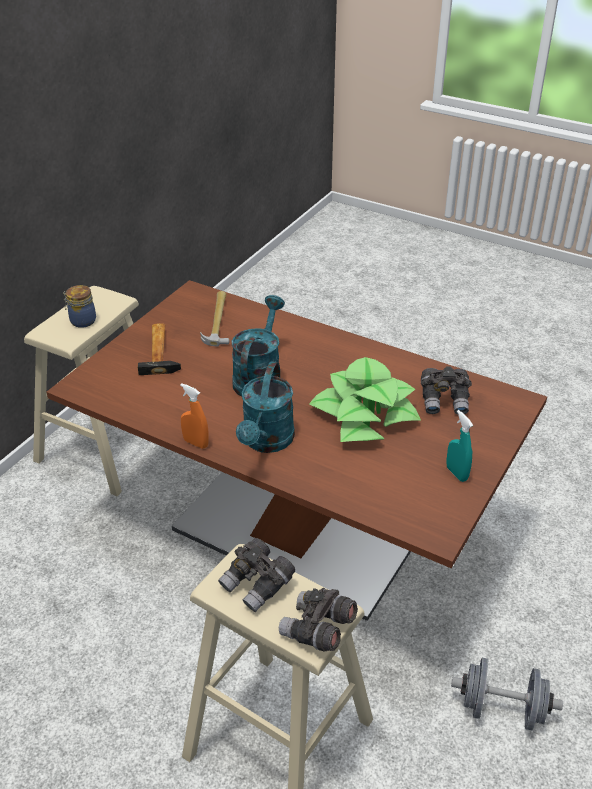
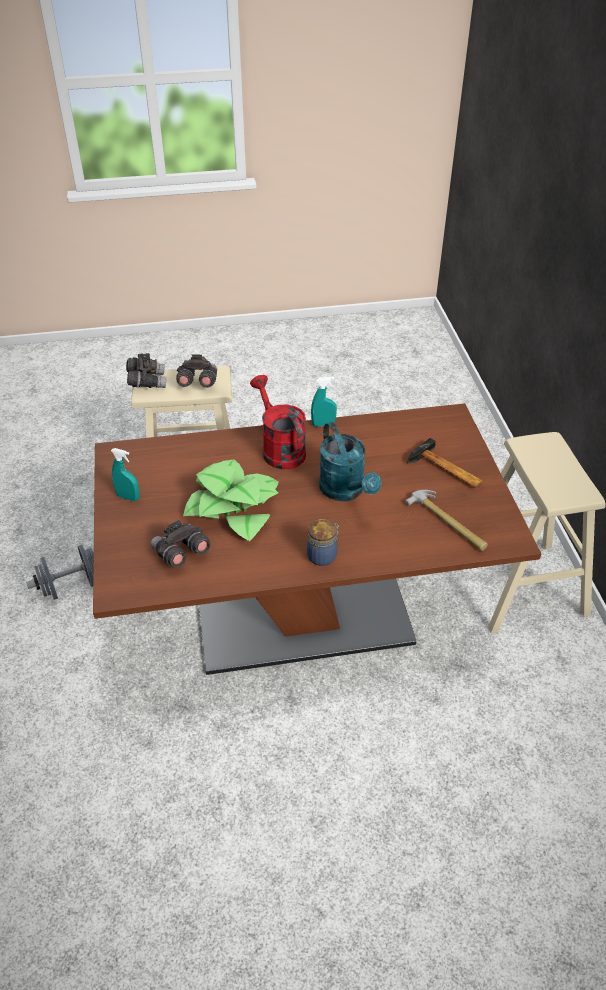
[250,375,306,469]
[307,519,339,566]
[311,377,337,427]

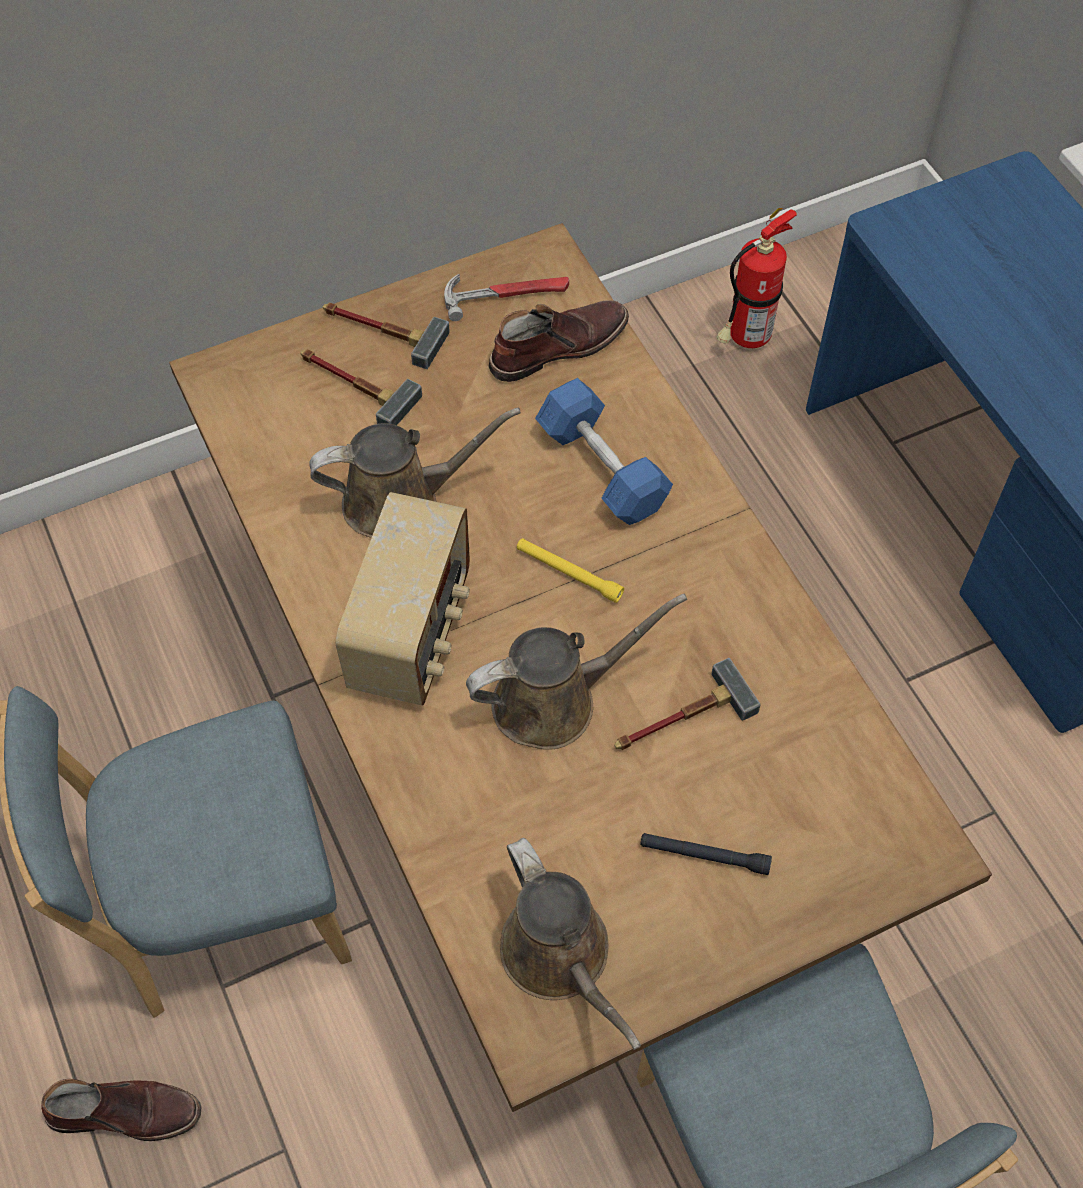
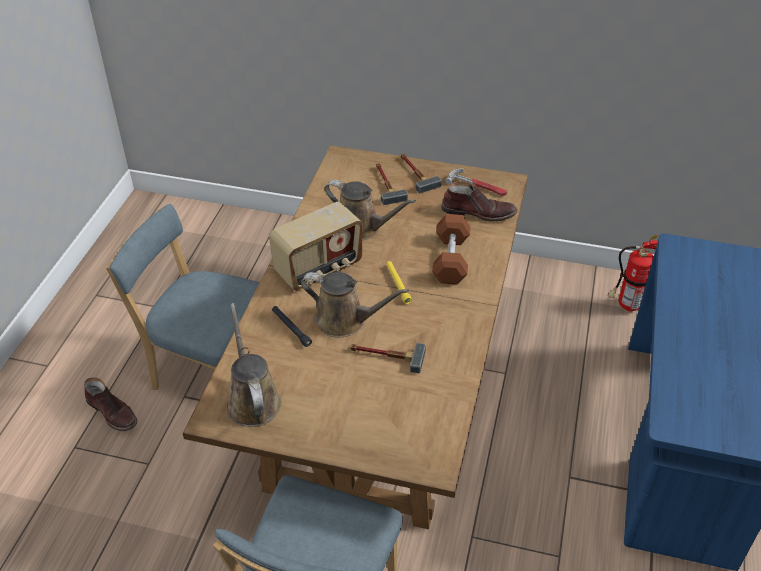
[227,303,281,427]
[272,306,312,347]
[432,214,470,285]

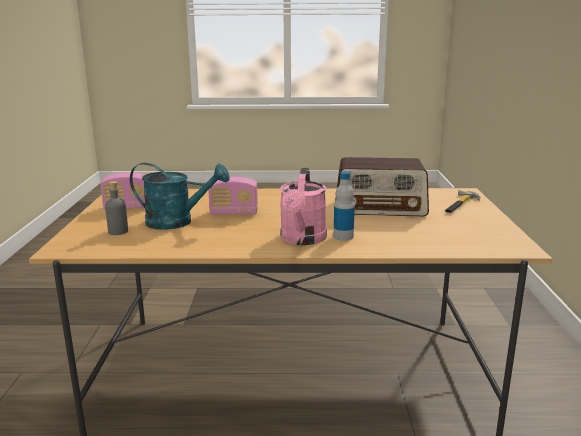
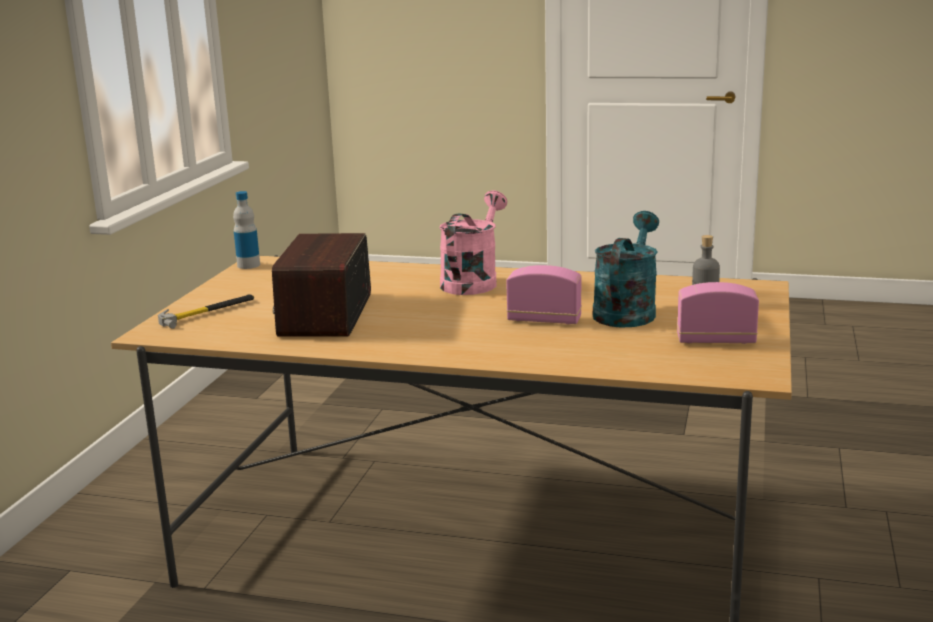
[233,191,260,269]
[272,233,371,337]
[592,211,659,328]

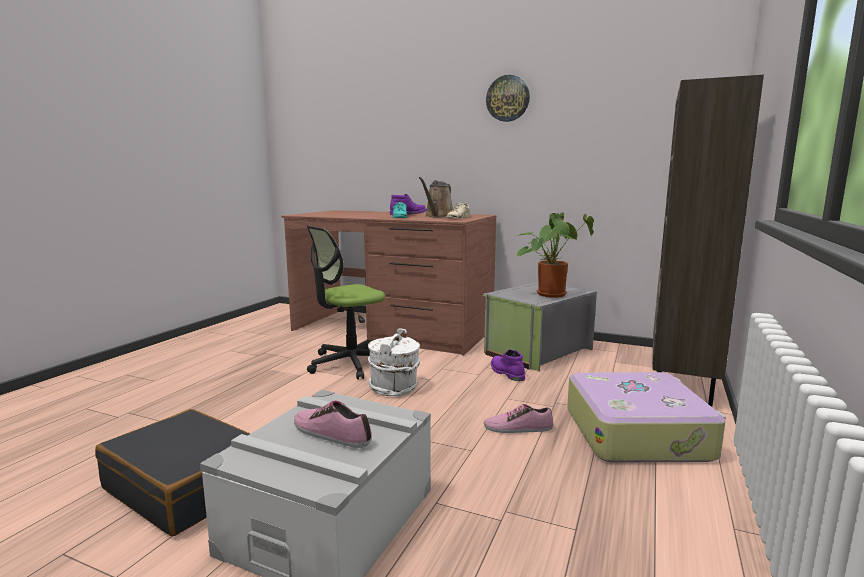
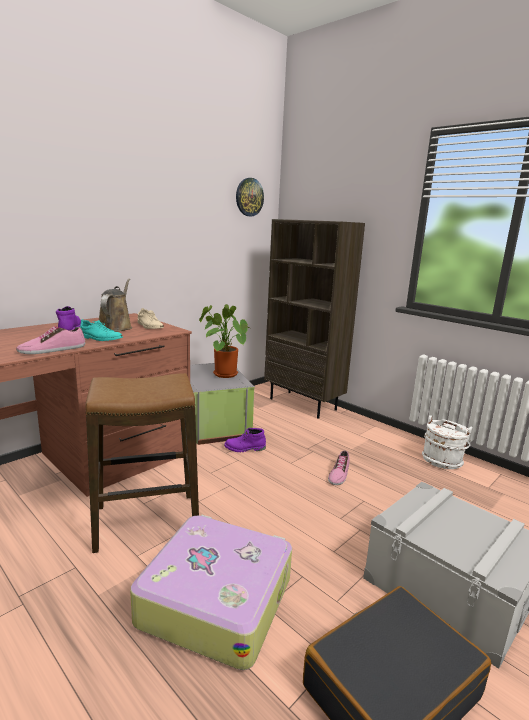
[16,326,85,354]
[85,373,199,553]
[99,279,132,332]
[130,515,292,670]
[236,178,264,216]
[422,415,473,469]

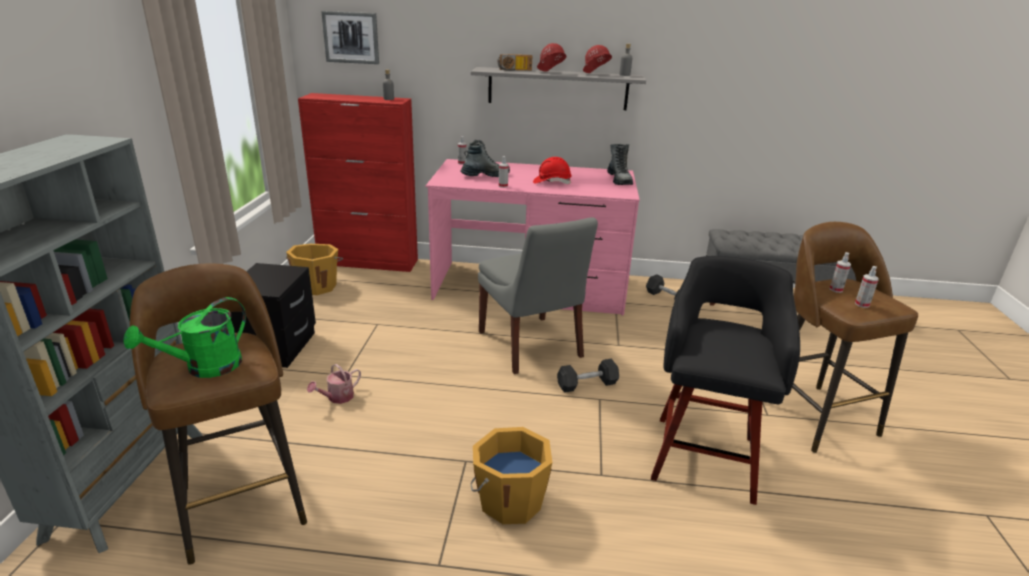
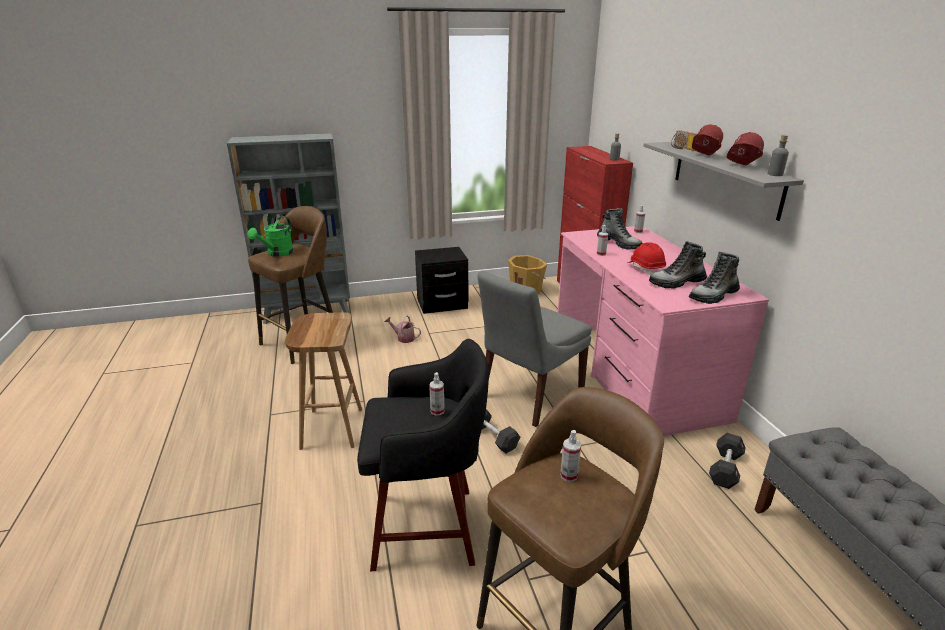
[248,216,294,257]
[285,312,362,450]
[429,372,445,416]
[649,241,707,289]
[321,11,379,64] (first image)

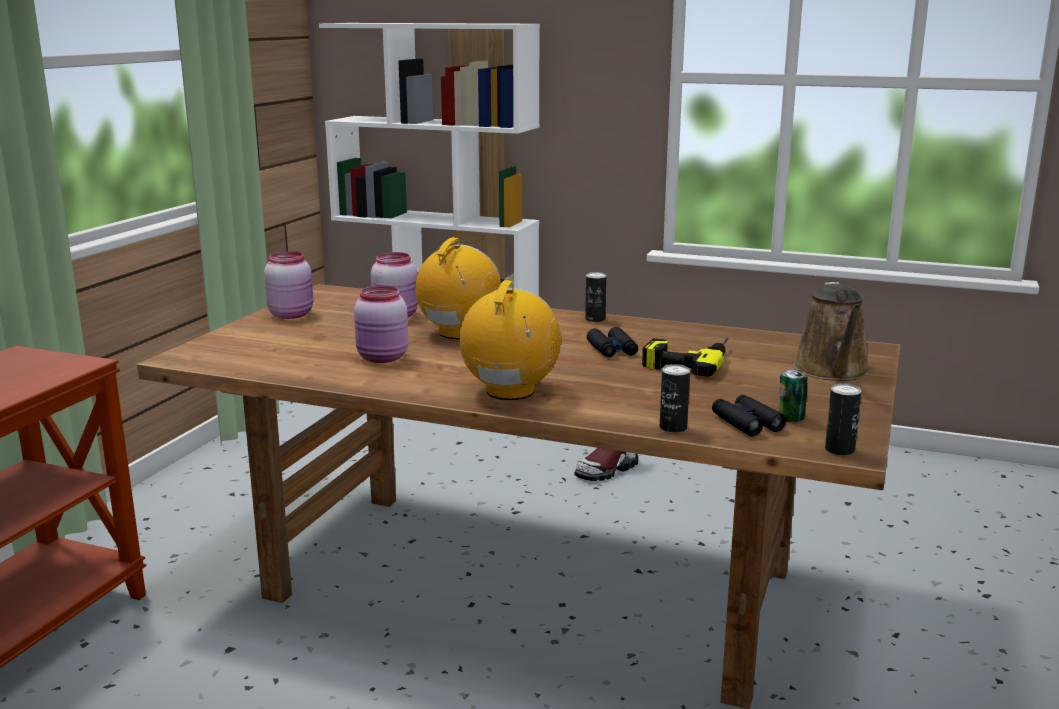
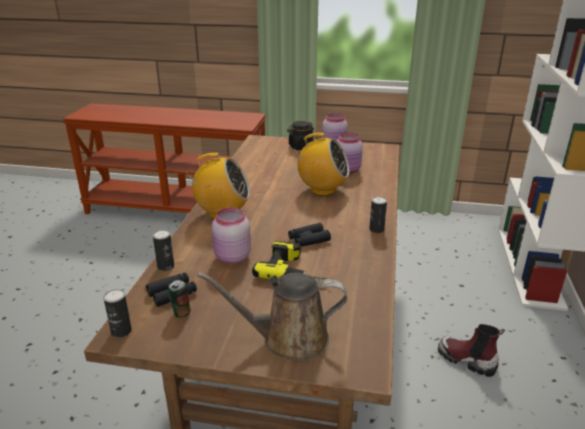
[212,207,251,264]
[287,121,315,150]

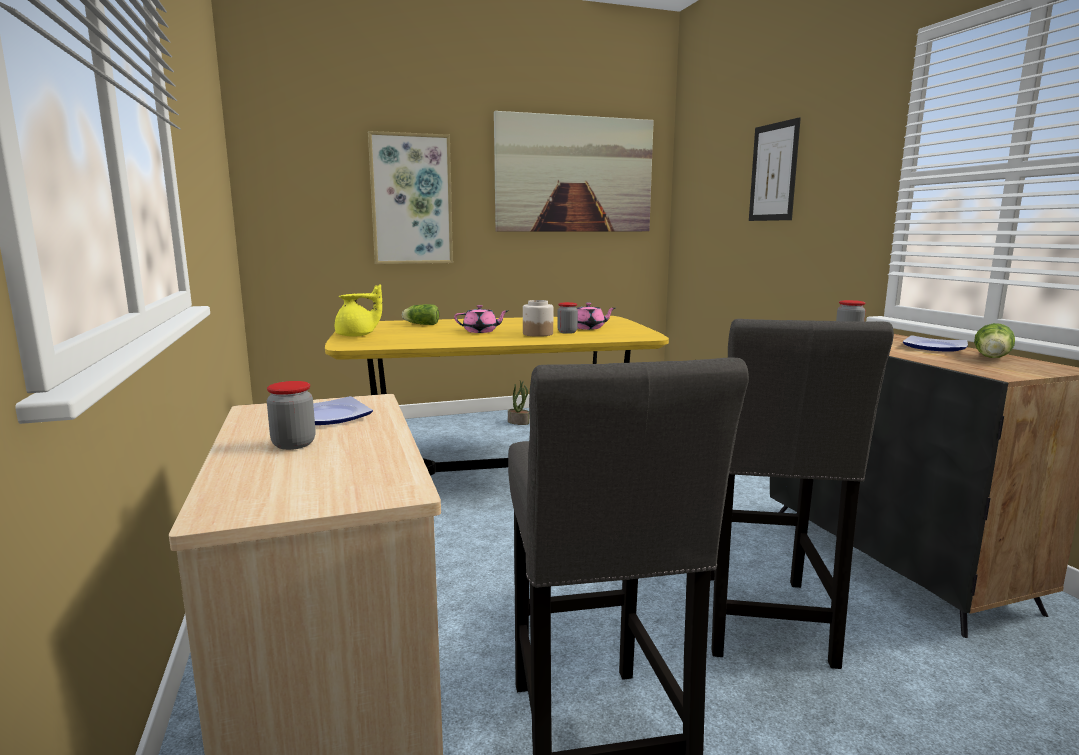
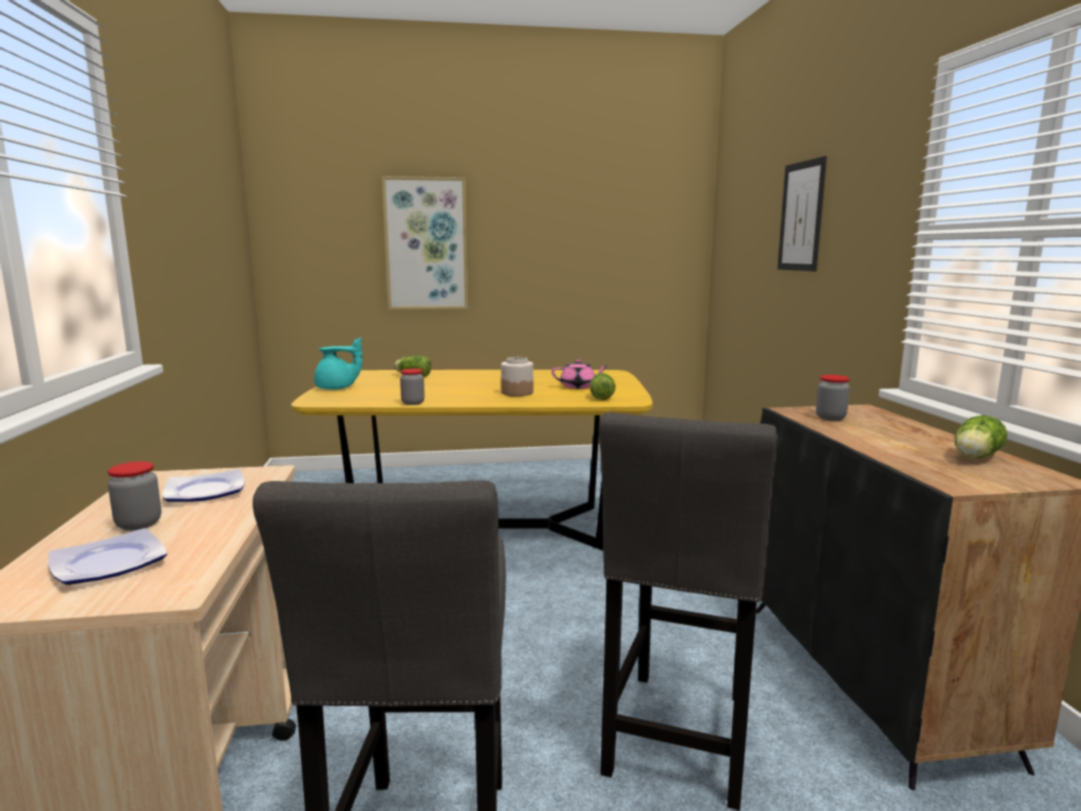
[48,528,167,585]
[314,337,362,390]
[400,369,425,405]
[590,373,615,400]
[454,305,509,333] (first image)
[494,111,654,232] (first image)
[508,381,530,425] (first image)

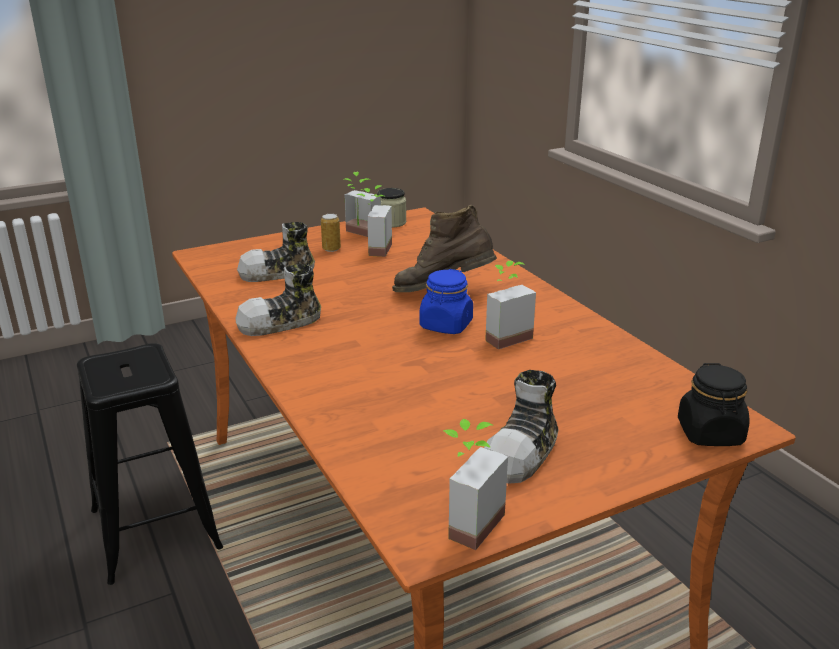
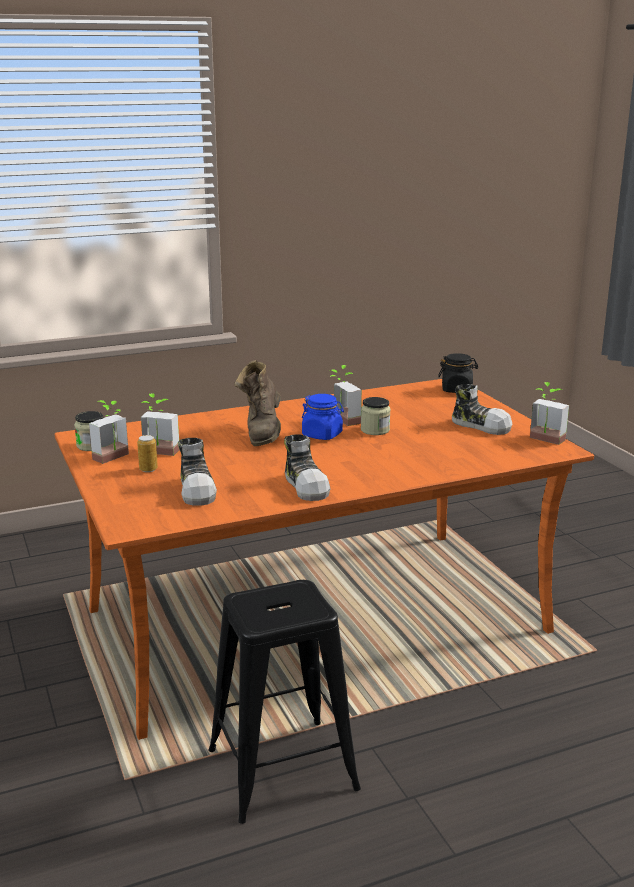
[361,397,391,435]

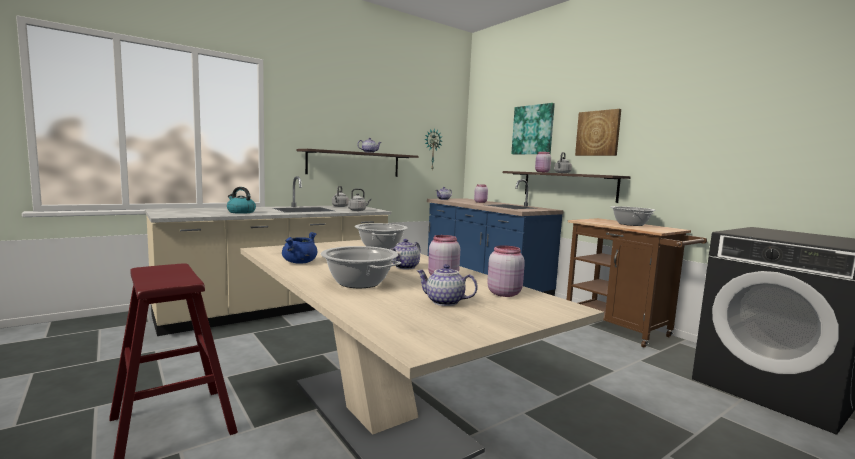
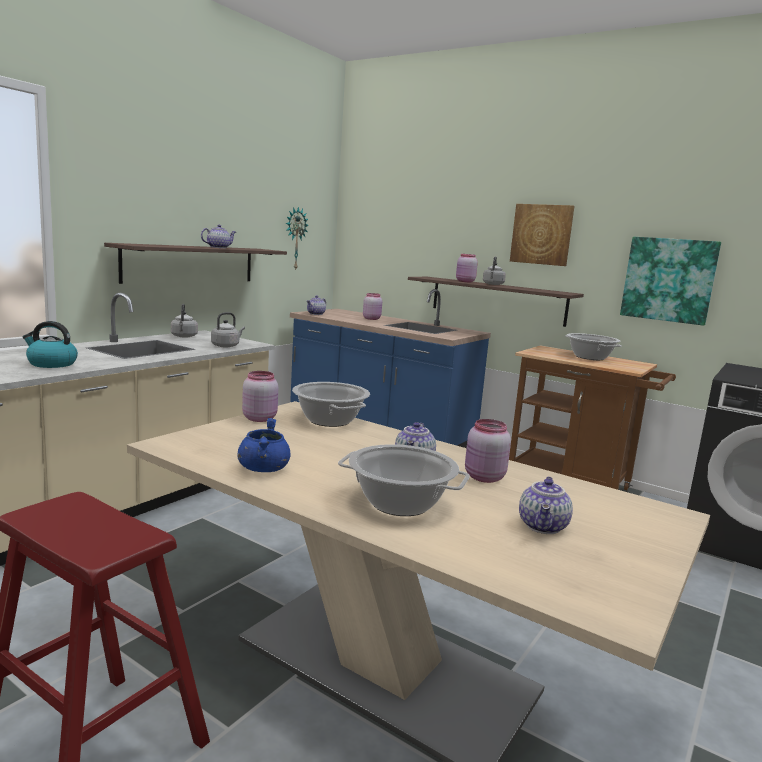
[242,371,278,422]
[519,476,573,534]
[620,237,721,326]

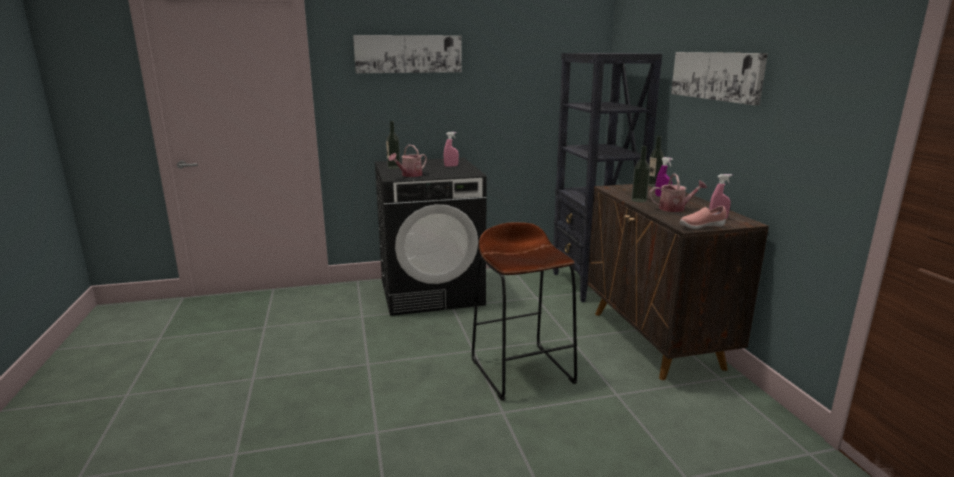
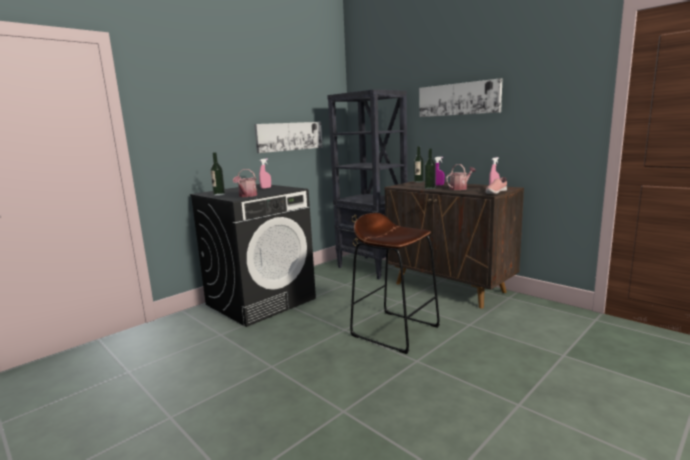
[254,122,322,153]

